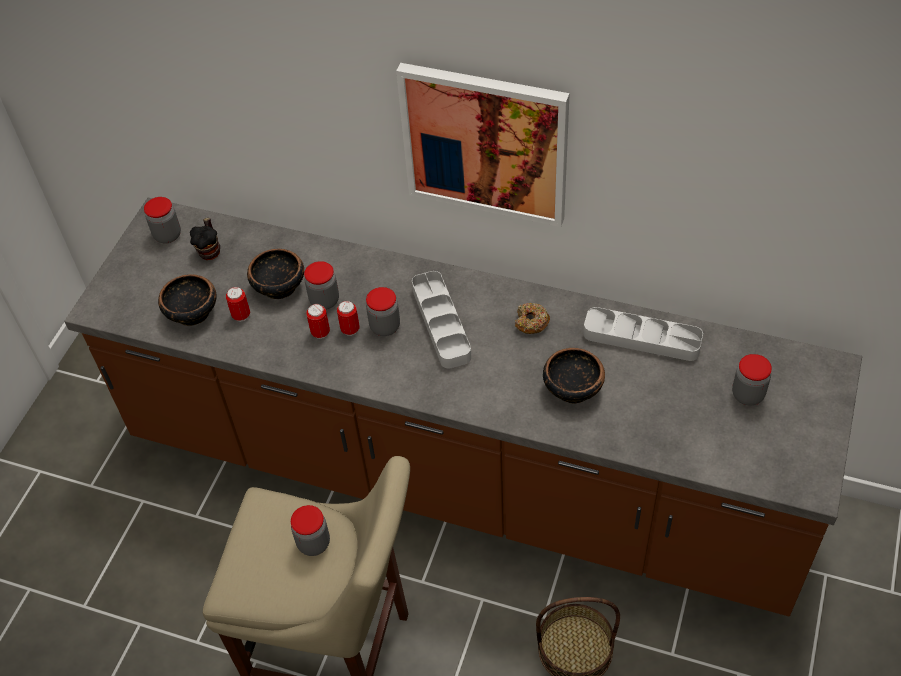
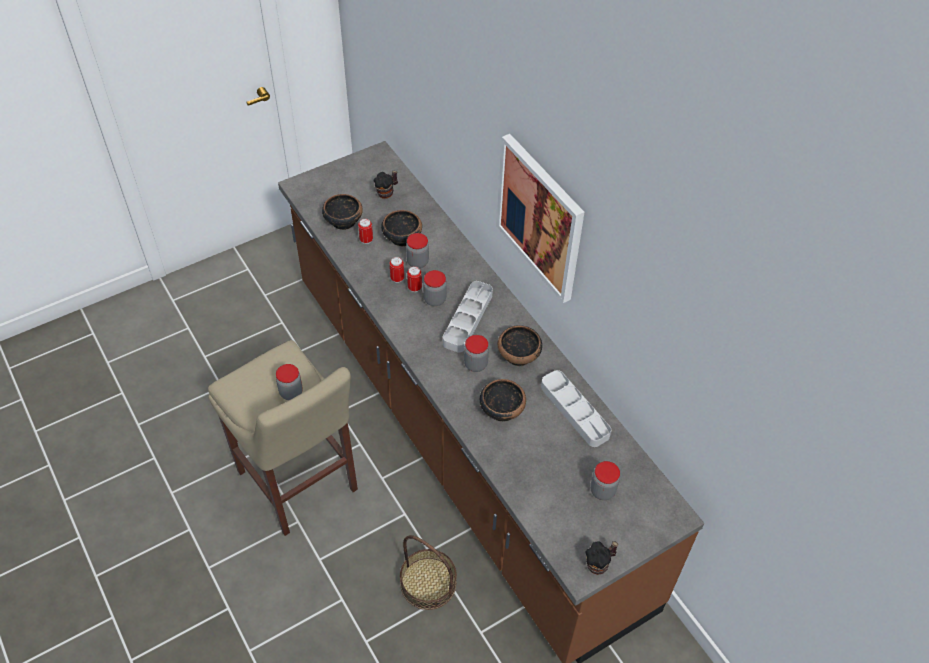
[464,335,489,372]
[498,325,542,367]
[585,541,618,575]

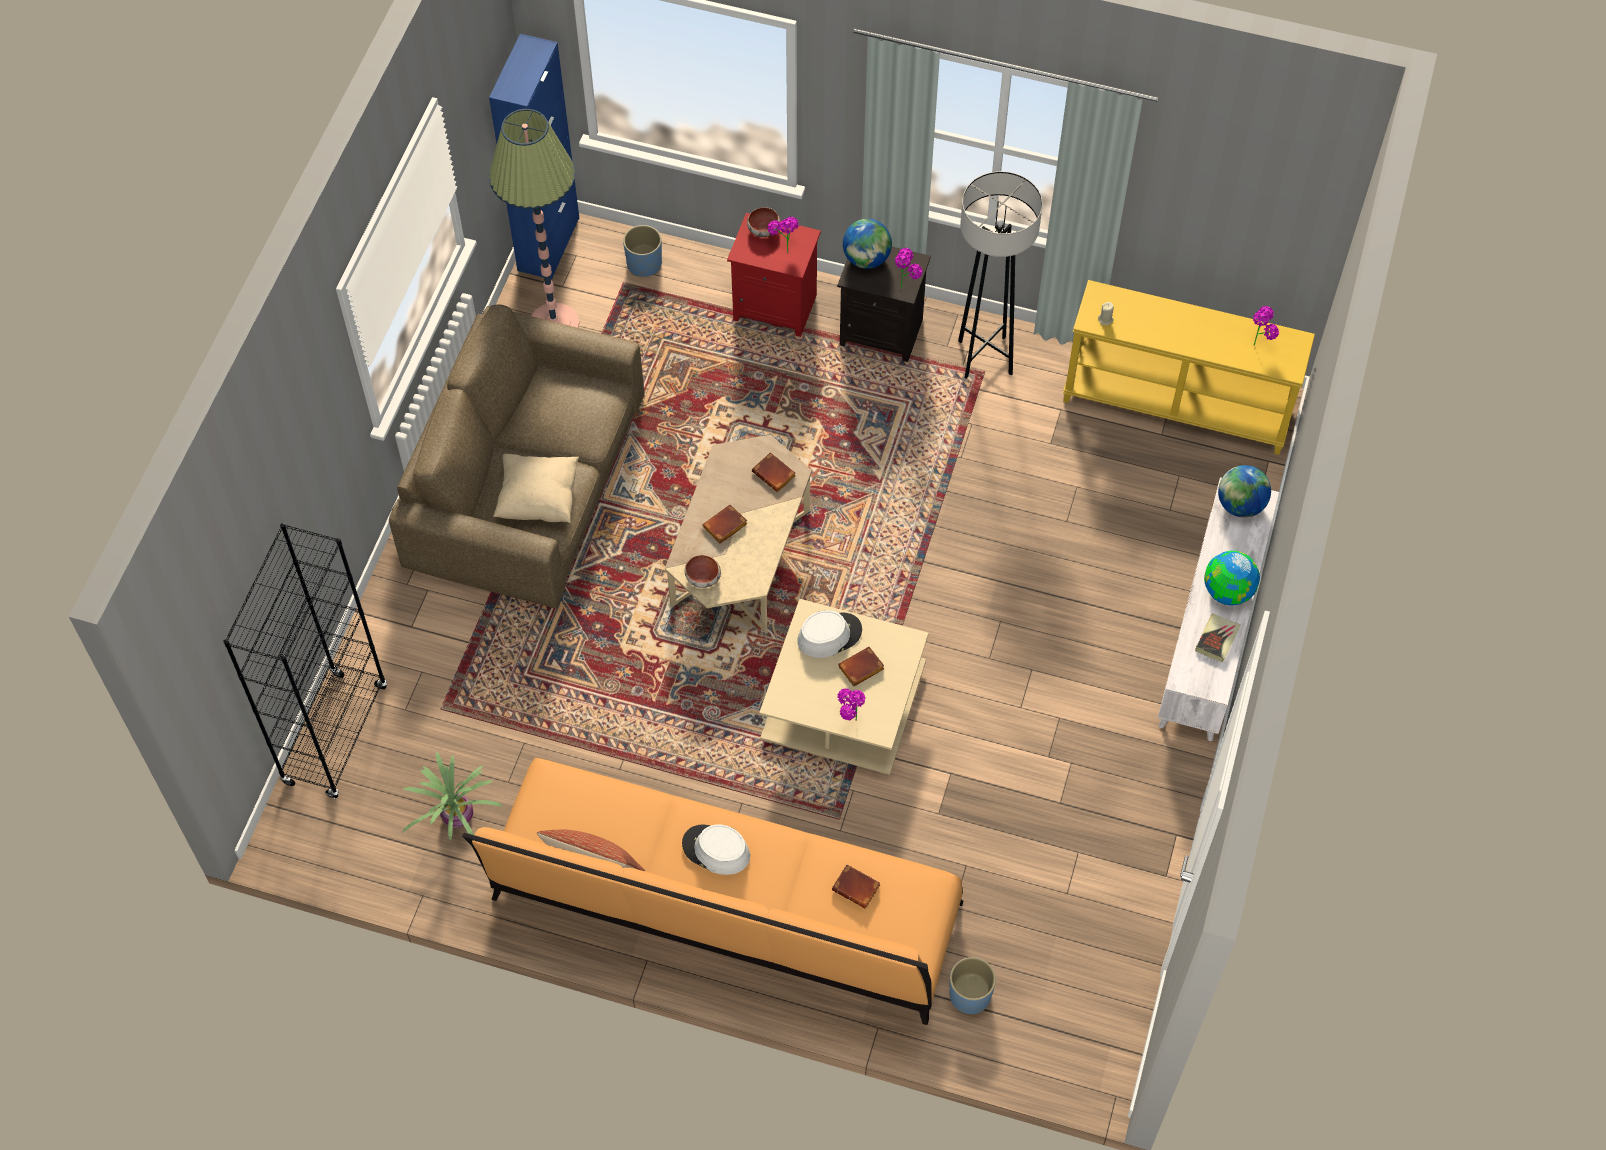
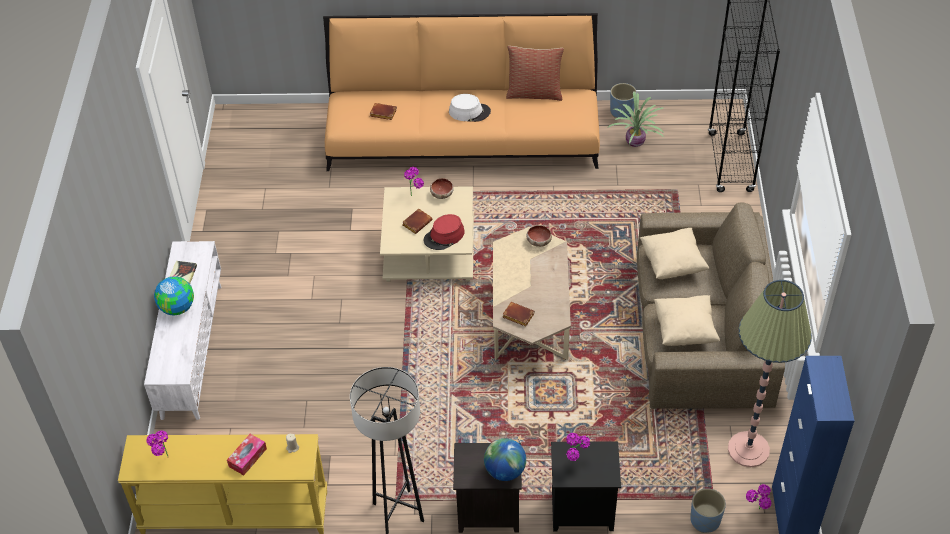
[227,434,267,475]
[423,214,465,250]
[430,178,454,199]
[551,441,621,531]
[610,83,637,118]
[654,295,720,346]
[746,484,772,509]
[702,505,748,544] (first image)
[1218,465,1271,518] (first image)

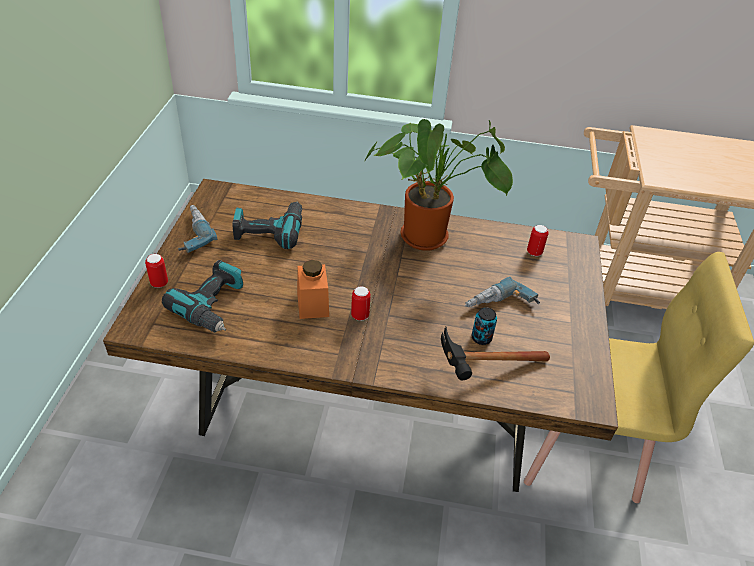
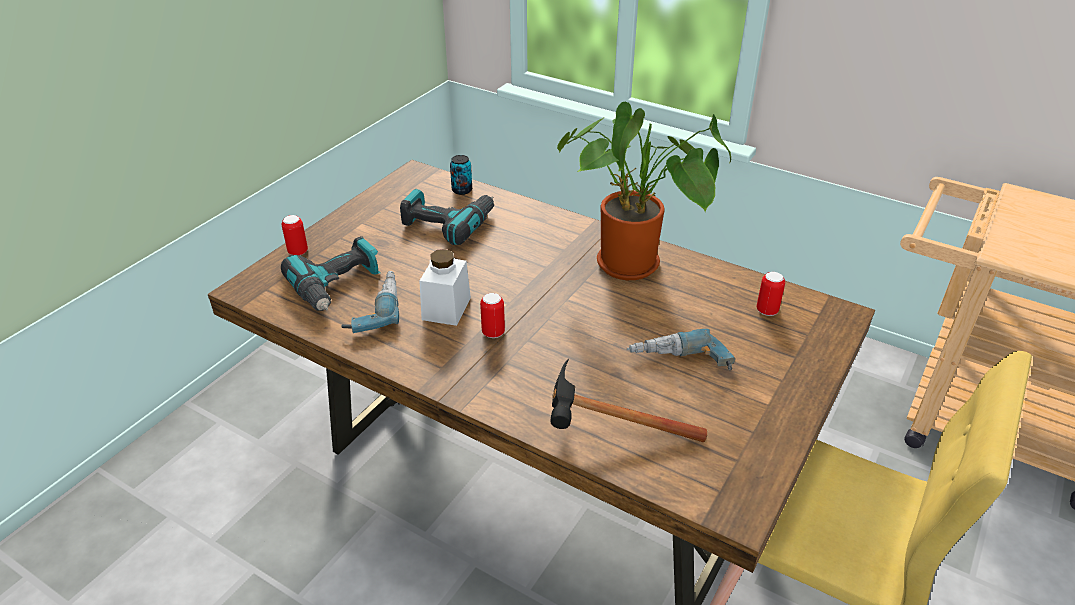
[342,271,399,333]
[419,249,471,326]
[450,155,472,195]

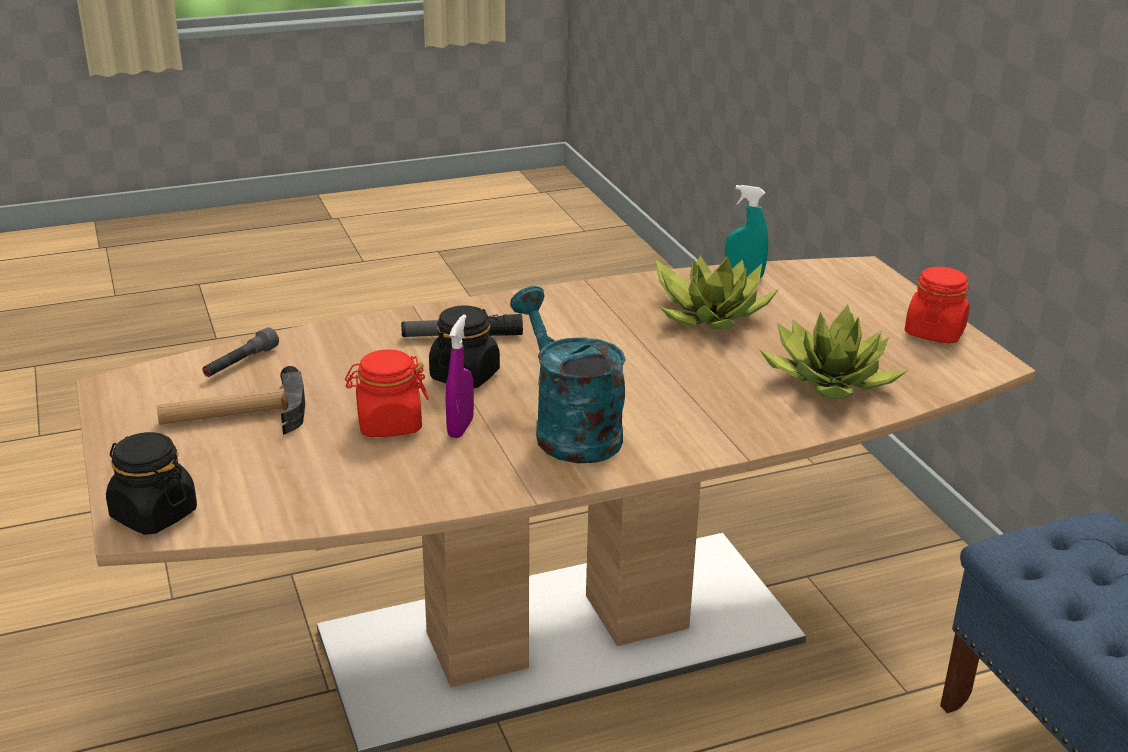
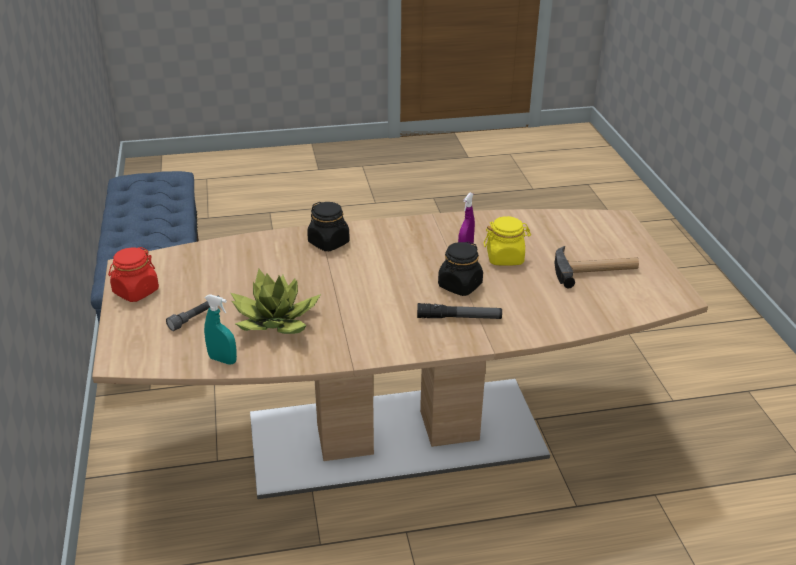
[166,296,220,331]
[307,202,350,251]
[484,216,531,266]
[510,286,626,463] (first image)
[759,305,908,399] (first image)

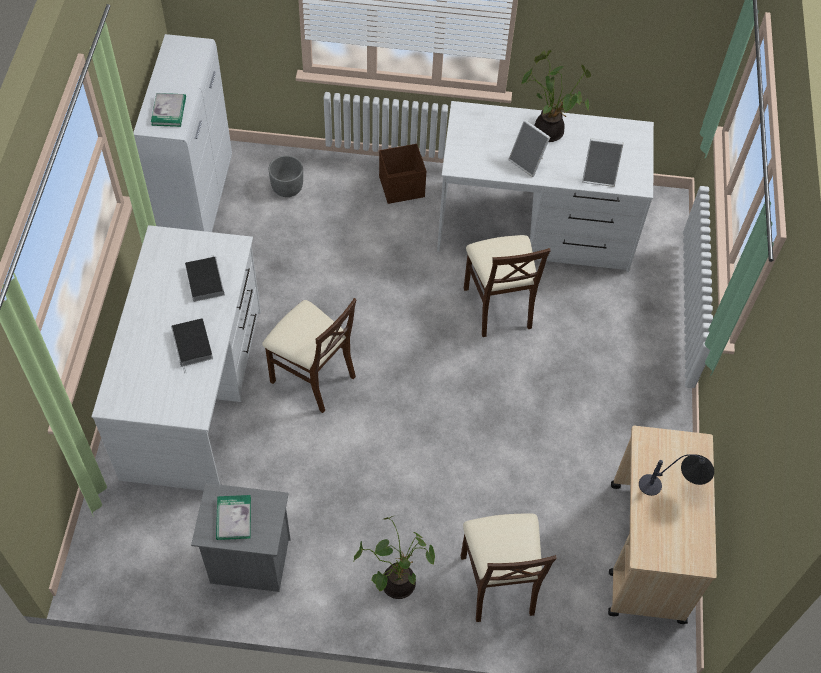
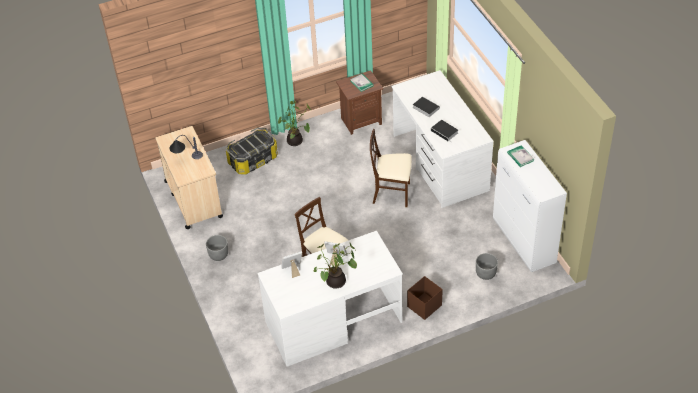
[206,235,228,261]
[226,128,278,175]
[336,70,383,135]

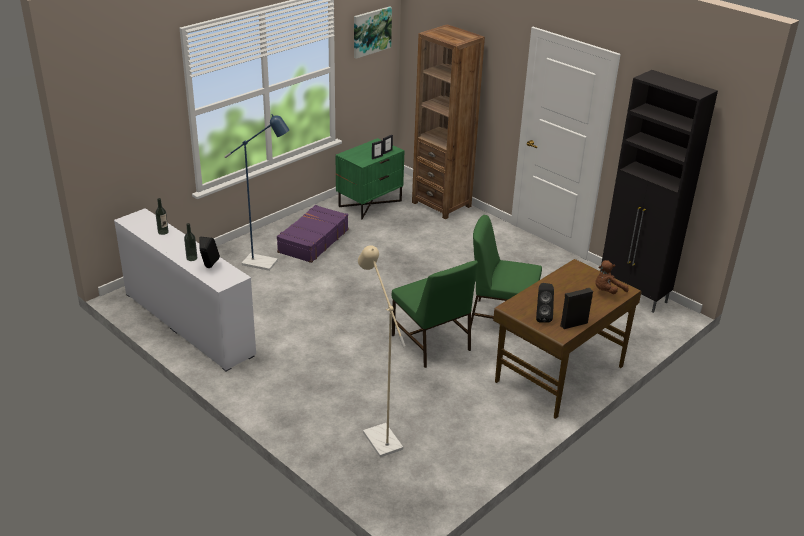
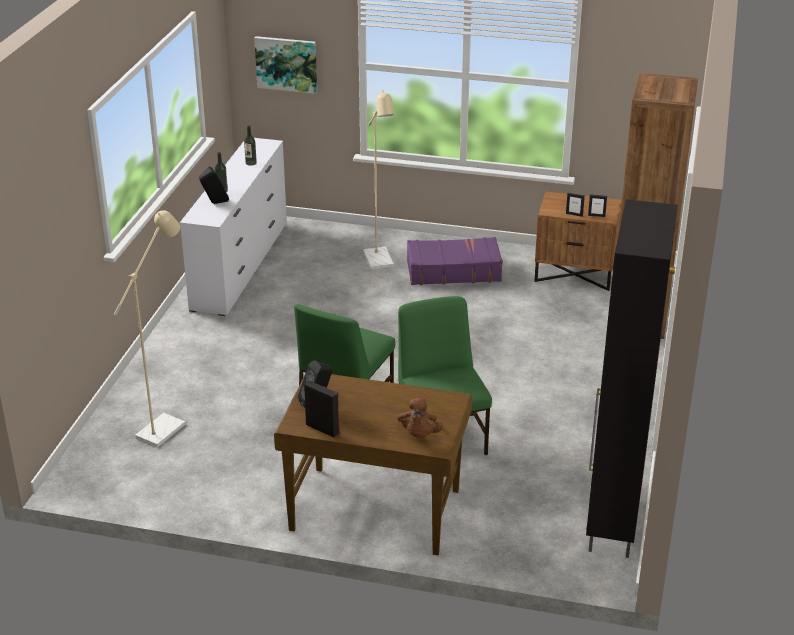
[254,36,317,94]
[363,90,394,269]
[397,398,443,438]
[534,192,622,291]

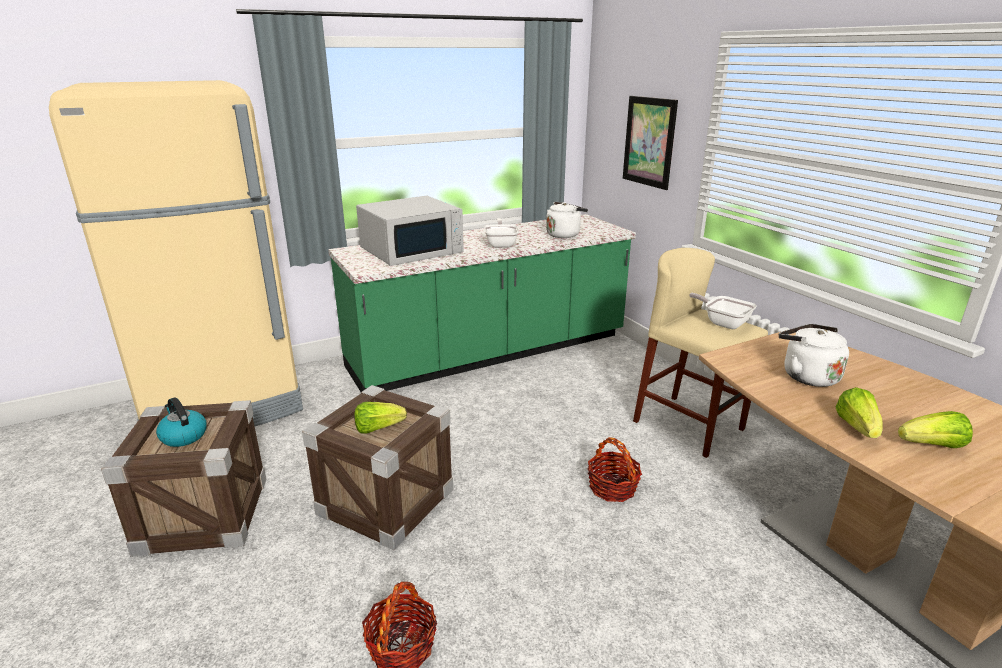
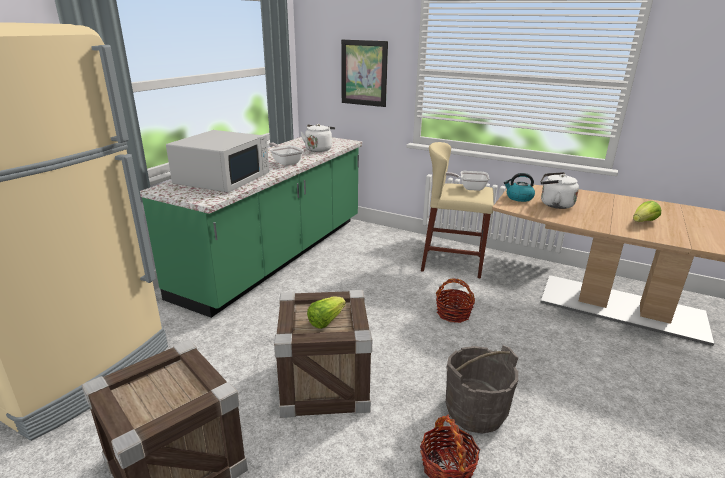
[446,345,518,434]
[504,173,535,202]
[836,387,883,438] (first image)

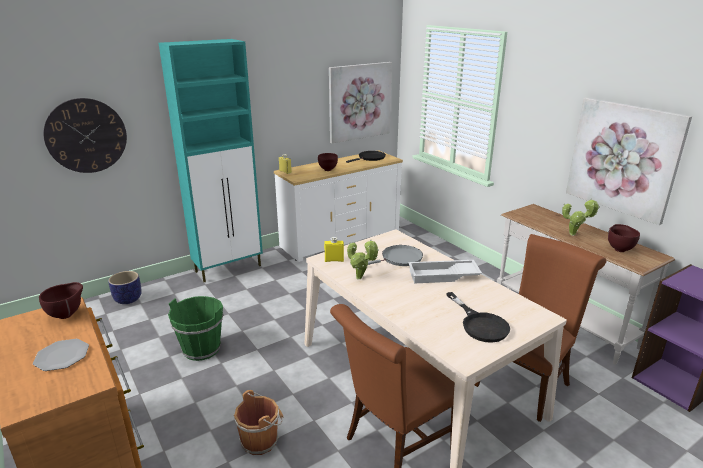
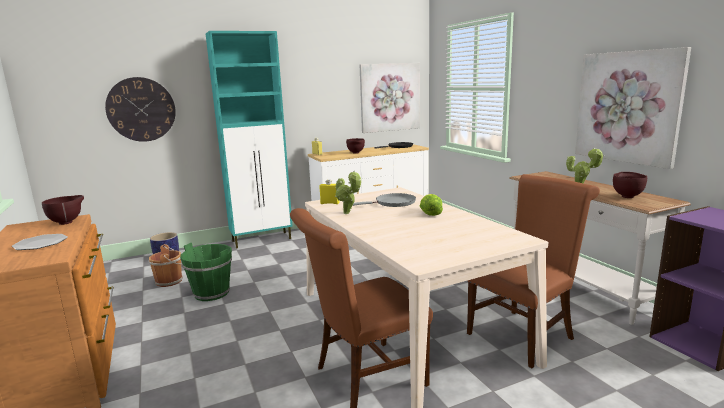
[149,244,183,287]
[420,194,443,216]
[446,292,510,343] (first image)

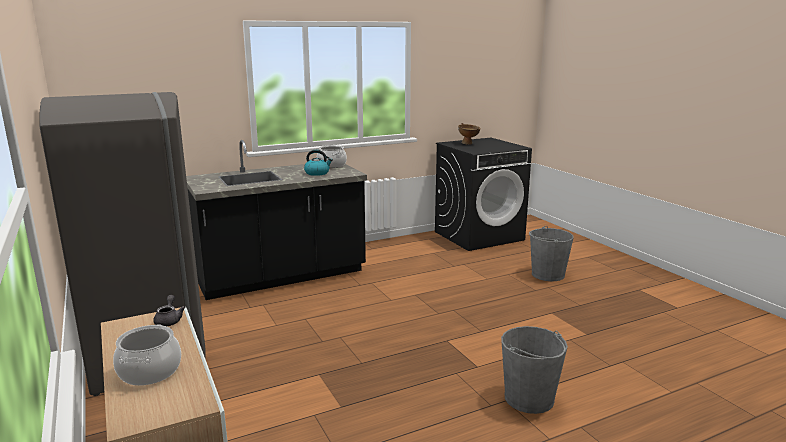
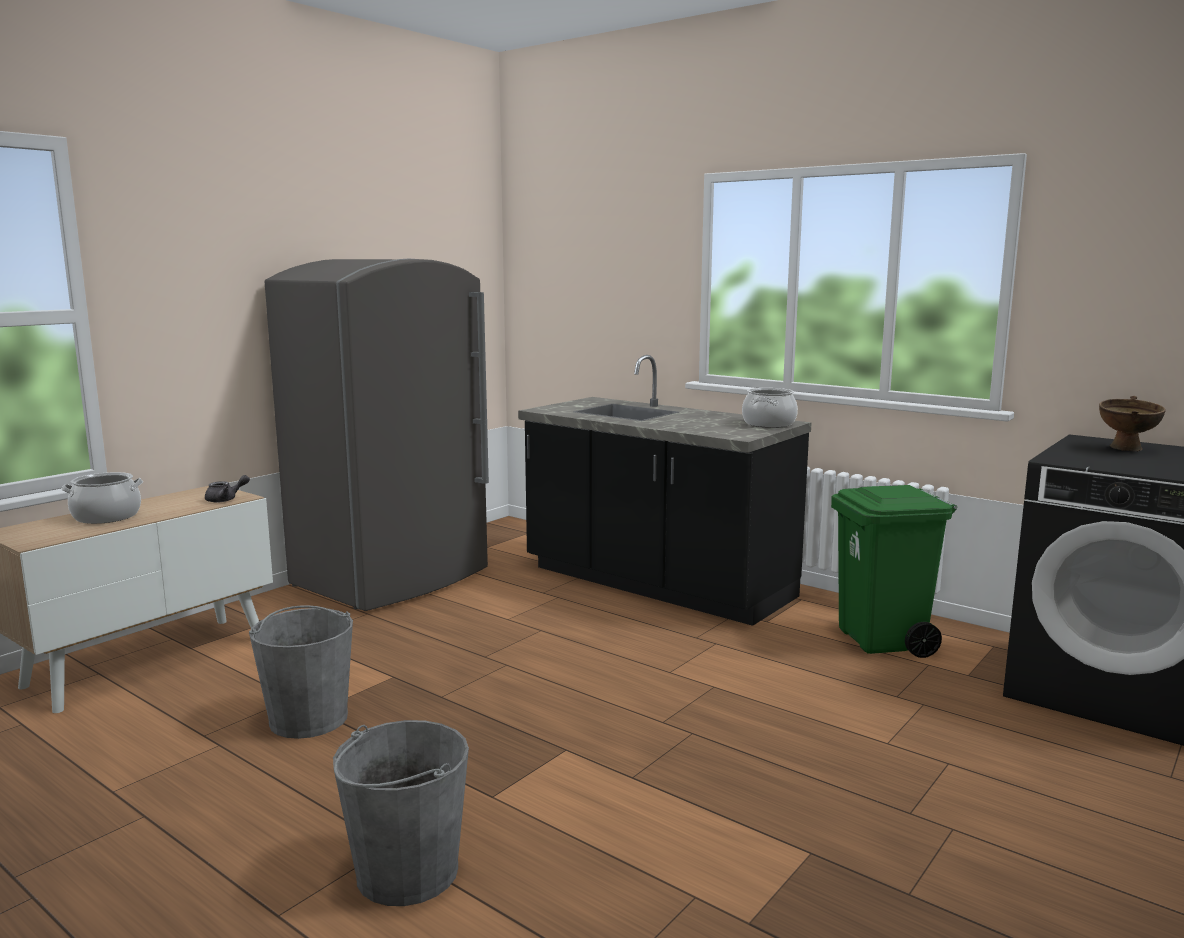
[249,605,353,739]
[831,485,957,658]
[304,150,333,176] (first image)

